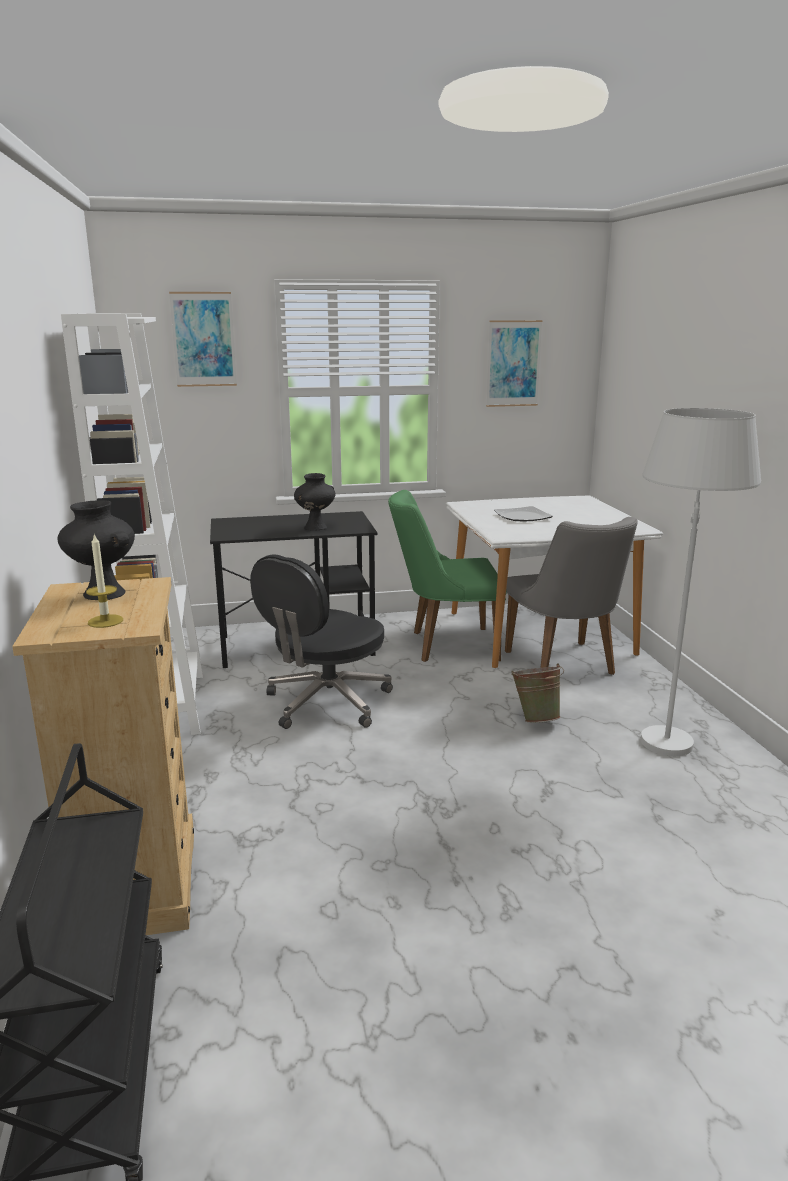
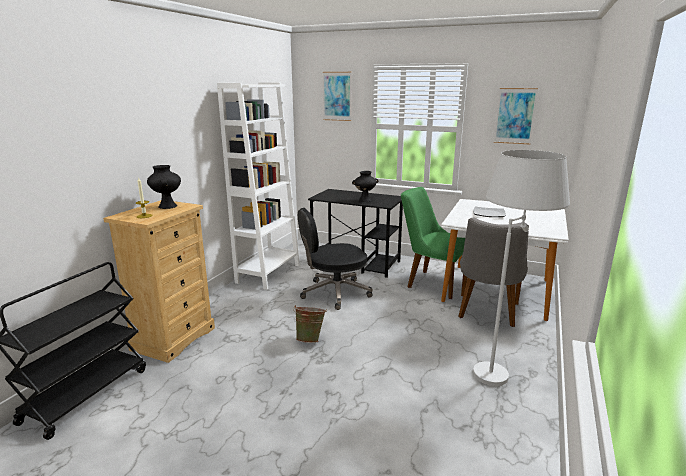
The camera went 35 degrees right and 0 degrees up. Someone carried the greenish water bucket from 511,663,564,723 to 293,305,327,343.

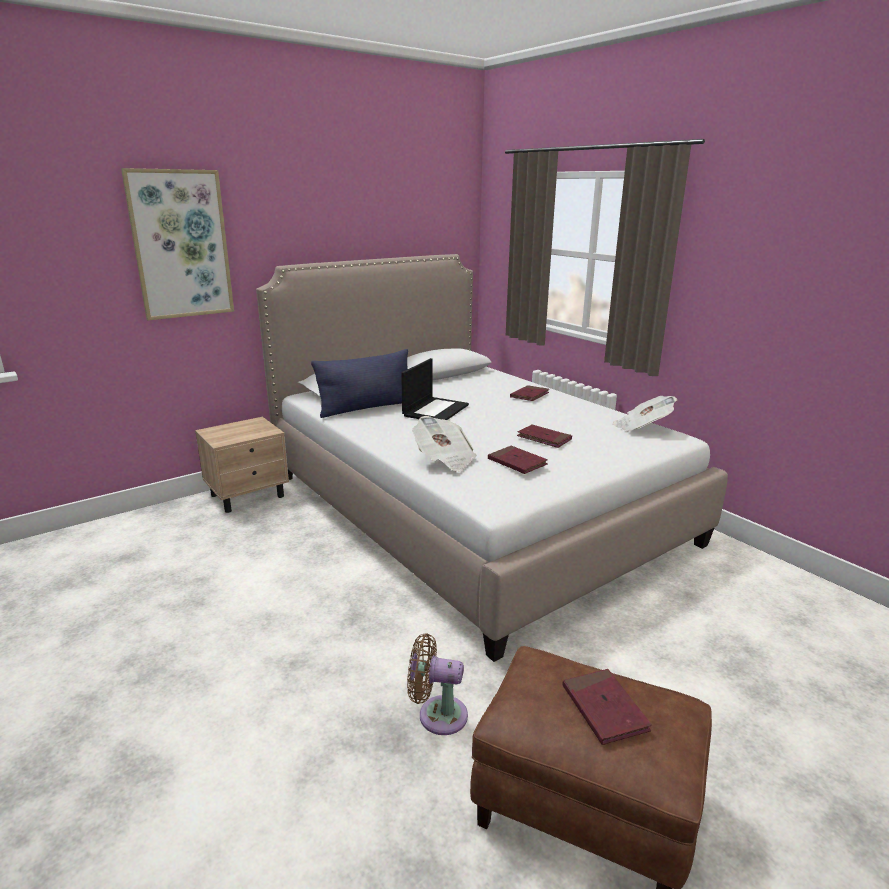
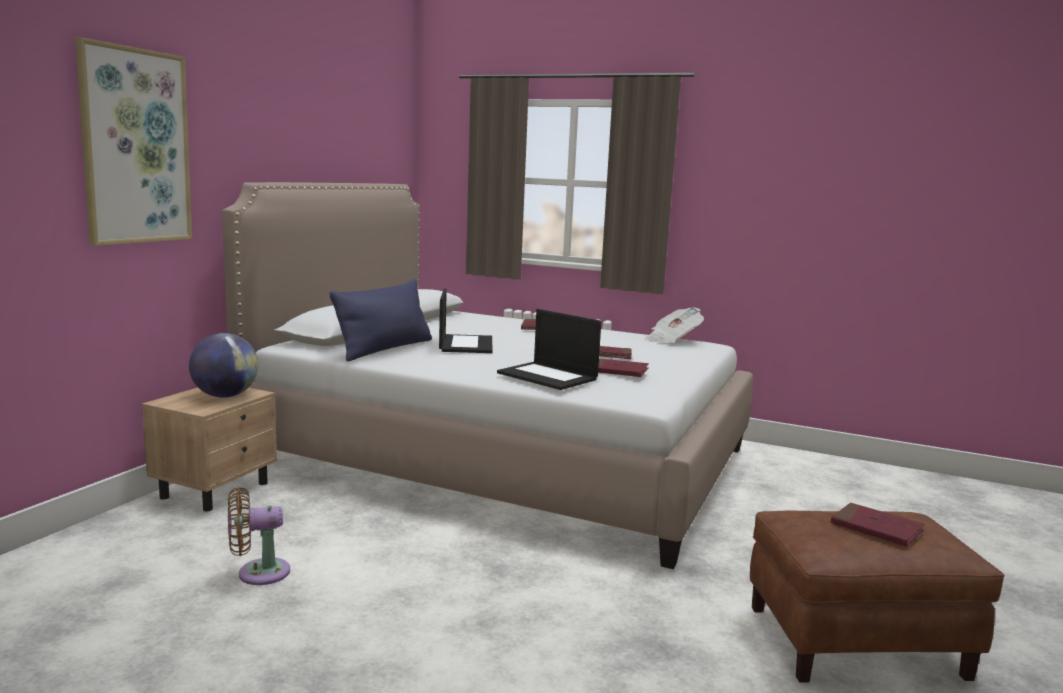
The camera went 30 degrees left and 10 degrees down. Someone swapped the daily paper at 412,416,477,472 for the laptop at 497,309,601,390. Someone carried the brownish electric fan from 407,633,468,735 to 228,487,290,585. Someone put down the globe at 189,333,258,398.

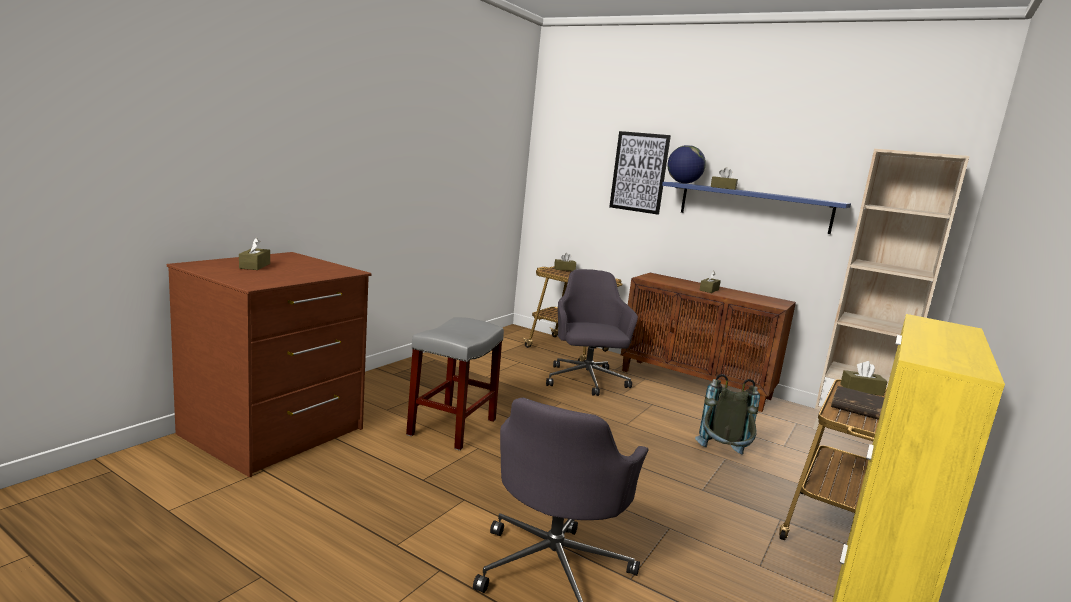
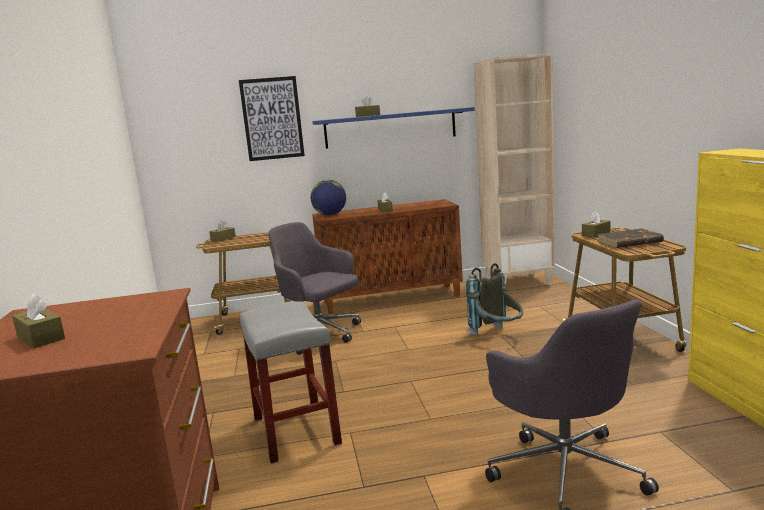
The camera went 40 degrees left and 0 degrees up. Someone carried the globe from 667,145,706,183 to 311,180,346,216.

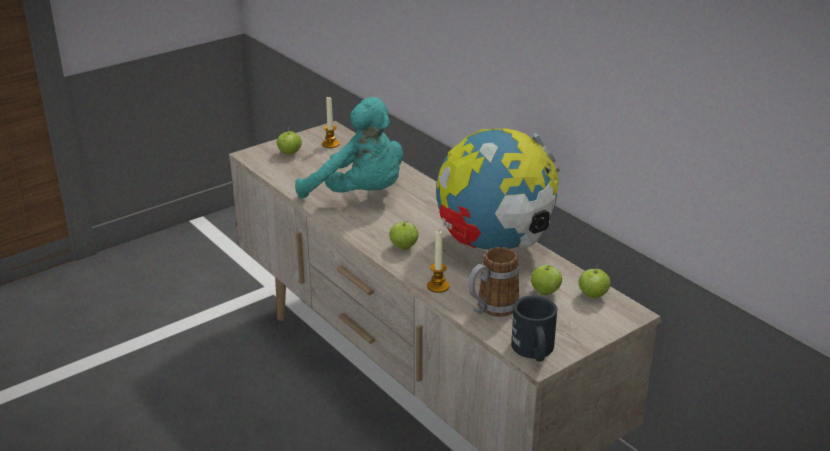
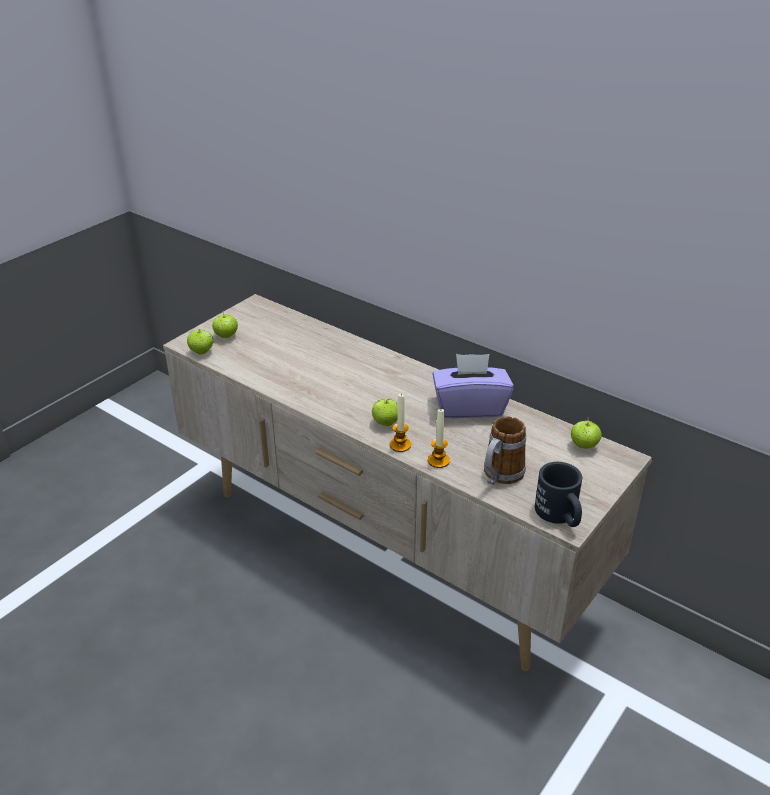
The camera went 15 degrees left and 5 degrees up. Someone took away the blue-green plush toy at 295,97,403,198. Someone carried the candle from 322,97,340,148 to 390,393,411,452. Someone swapped the globe at 436,128,560,251 for the purple tissue holder at 432,354,514,418. Someone carried the whole apple from 530,265,562,295 to 187,329,213,355.

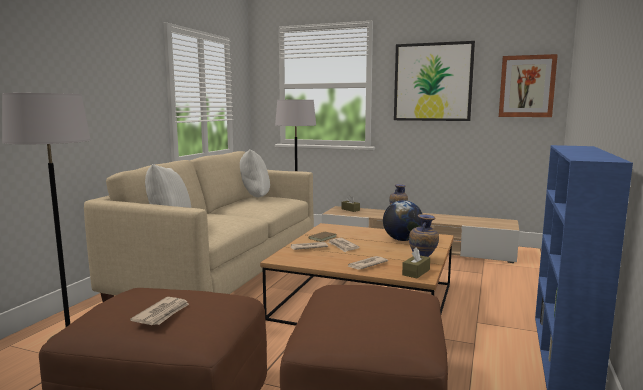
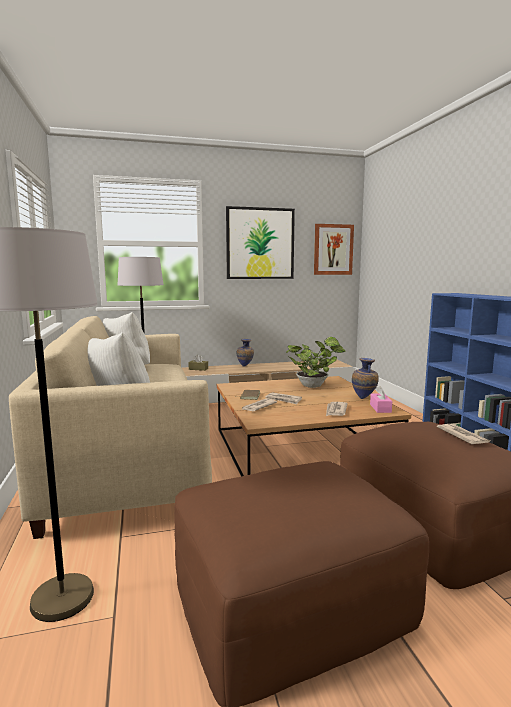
The camera went 35 degrees left and 0 degrees up. Someone swapped the globe at 383,200,423,241 for the houseplant at 286,337,346,388. Someone repainted the brownish tissue holder at 402,247,430,278, which became the pink tissue holder at 370,386,392,413. Someone carried the daily paper from 130,297,189,325 to 437,424,490,444.

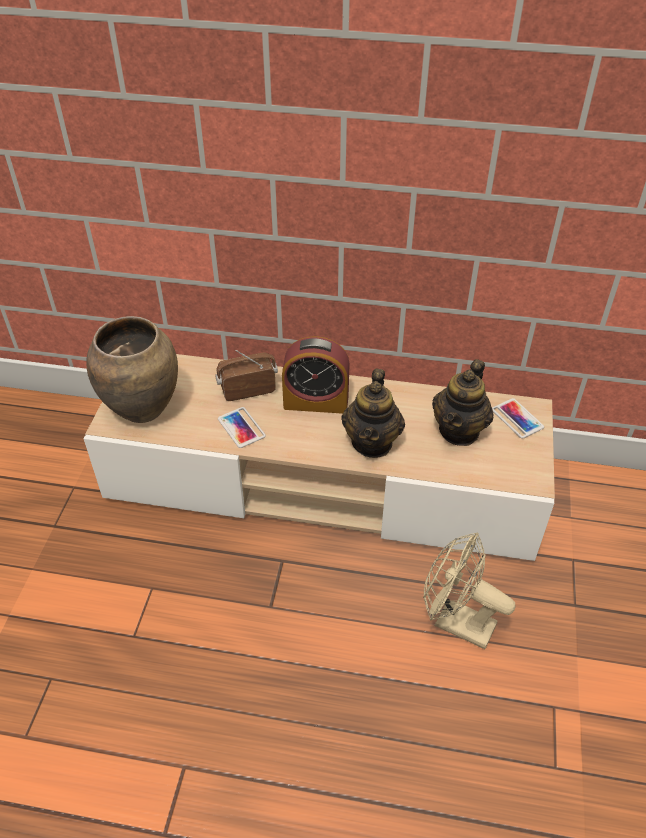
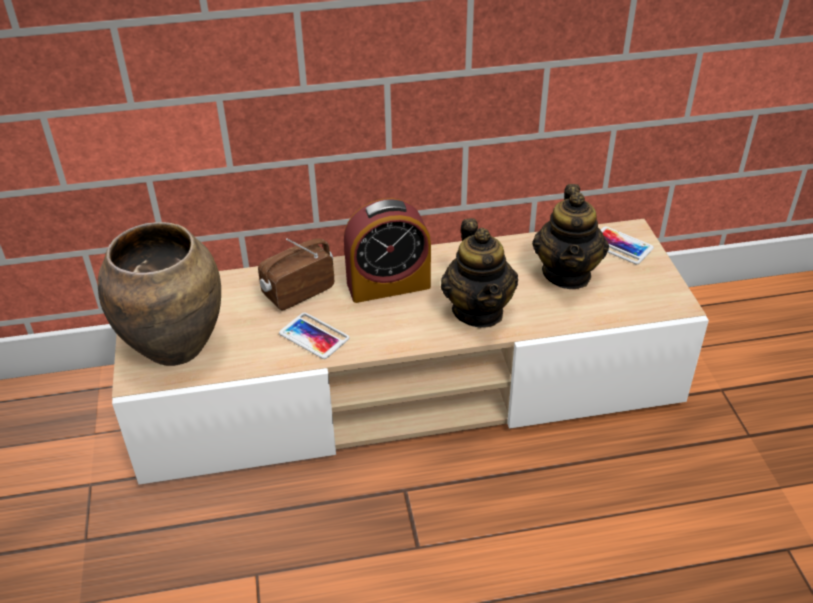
The camera went 20 degrees left and 5 degrees down. Someone took away the sand-coloured electric fan at 423,532,515,649.

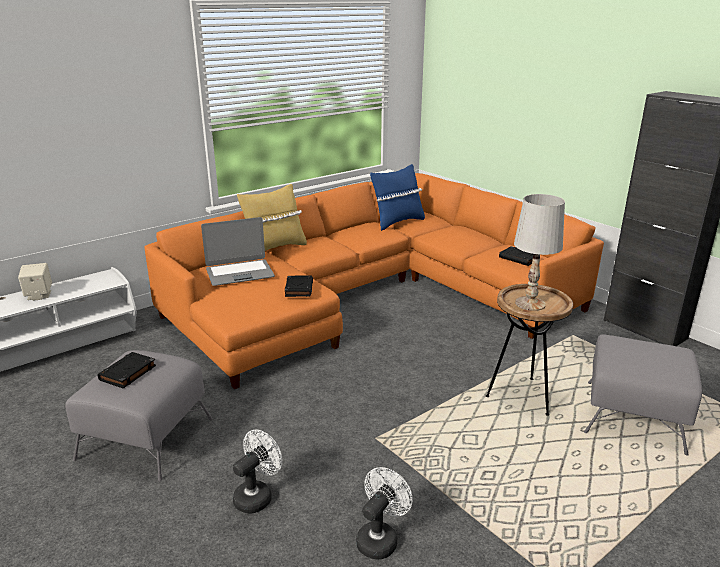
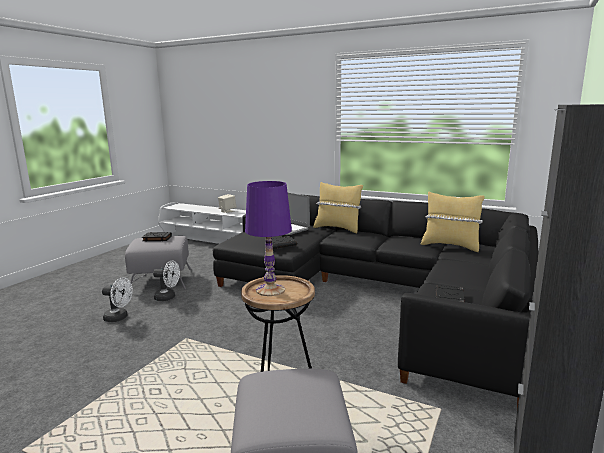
The camera went 65 degrees right and 10 degrees down. Someone repainted the blue pillow at 370,164,425,231, which became the yellow pillow at 420,192,485,252. Someone repainted the orangey sofa at 144,173,604,389, which became the black-coloured sofa at 213,194,539,409. Someone repainted the white lamp for a table at 514,194,565,311, which became the purple lamp for a table at 245,181,292,296. Someone carried the white electric fan from 356,467,413,559 to 153,260,180,301.

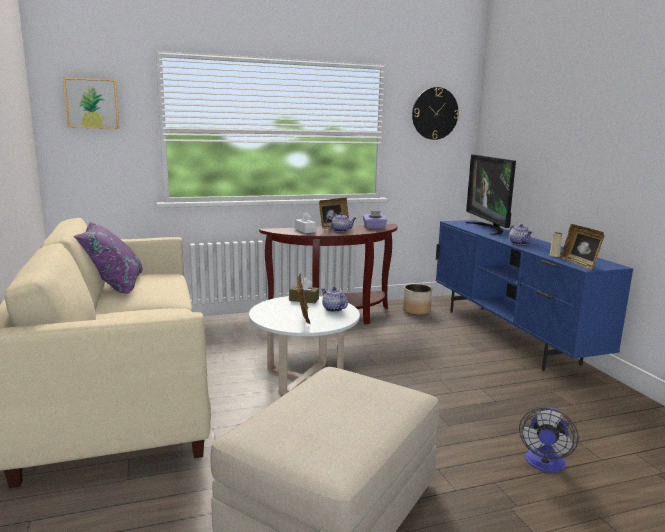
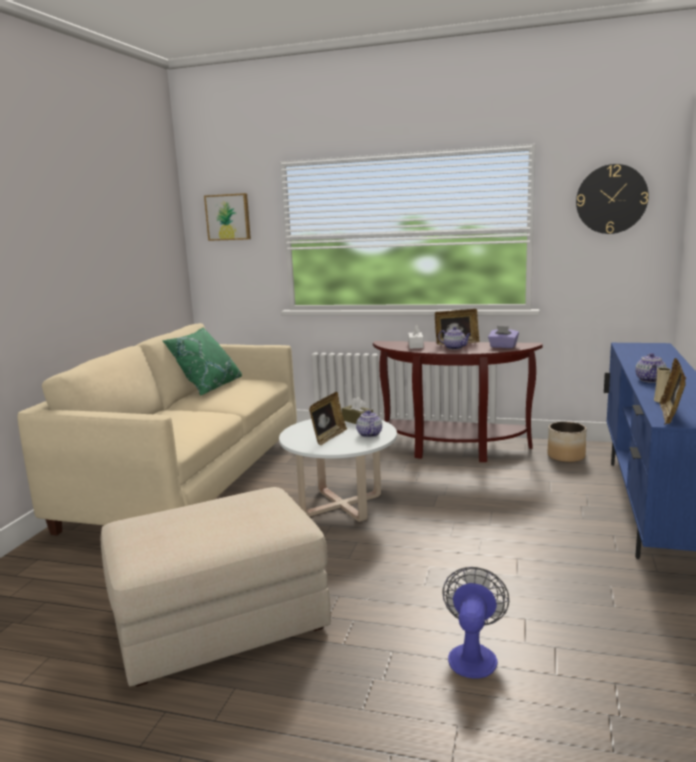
The camera went 35 degrees right and 0 degrees up. Someone took away the TV set at 465,154,516,235. Someone repainted the purple pillow at 73,222,143,294, which became the greenish pillow at 162,327,242,395. Someone rotated the electric fan at 519,408,579,473 by 135 degrees clockwise.

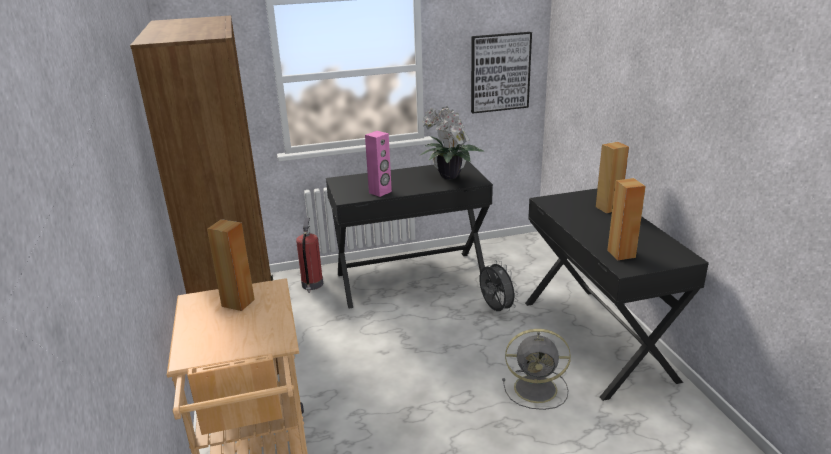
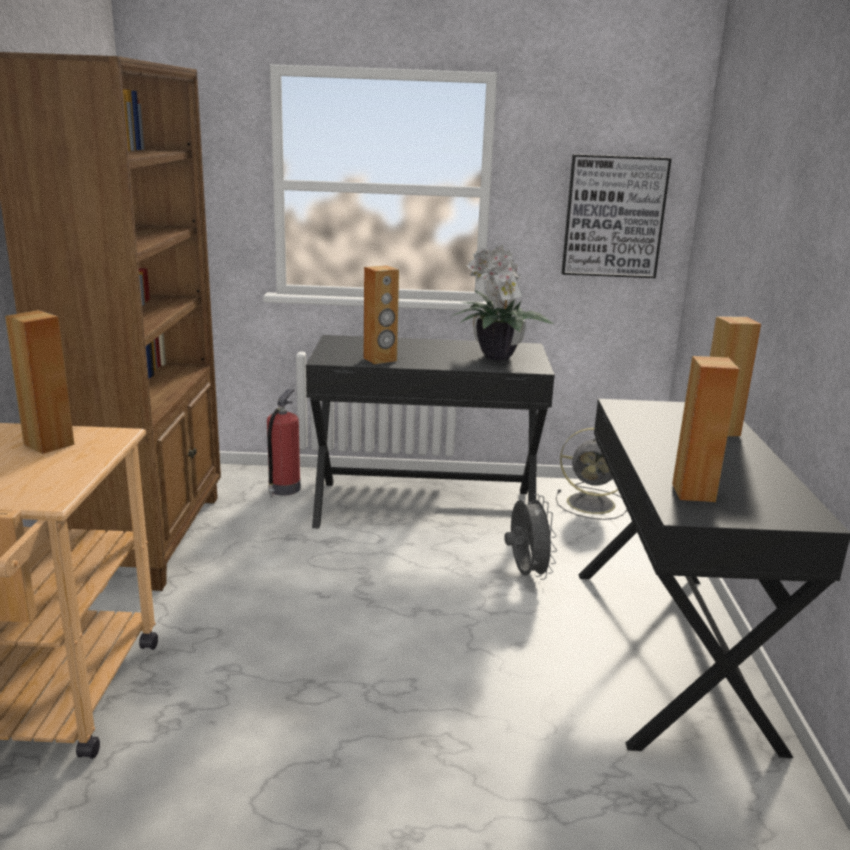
The camera went 15 degrees right and 5 degrees down. Someone repainted the pink speaker at 365,131,392,197, which became the brownish speaker at 364,265,399,364. Someone carried the gray electric fan from 502,329,571,410 to 556,428,627,520.

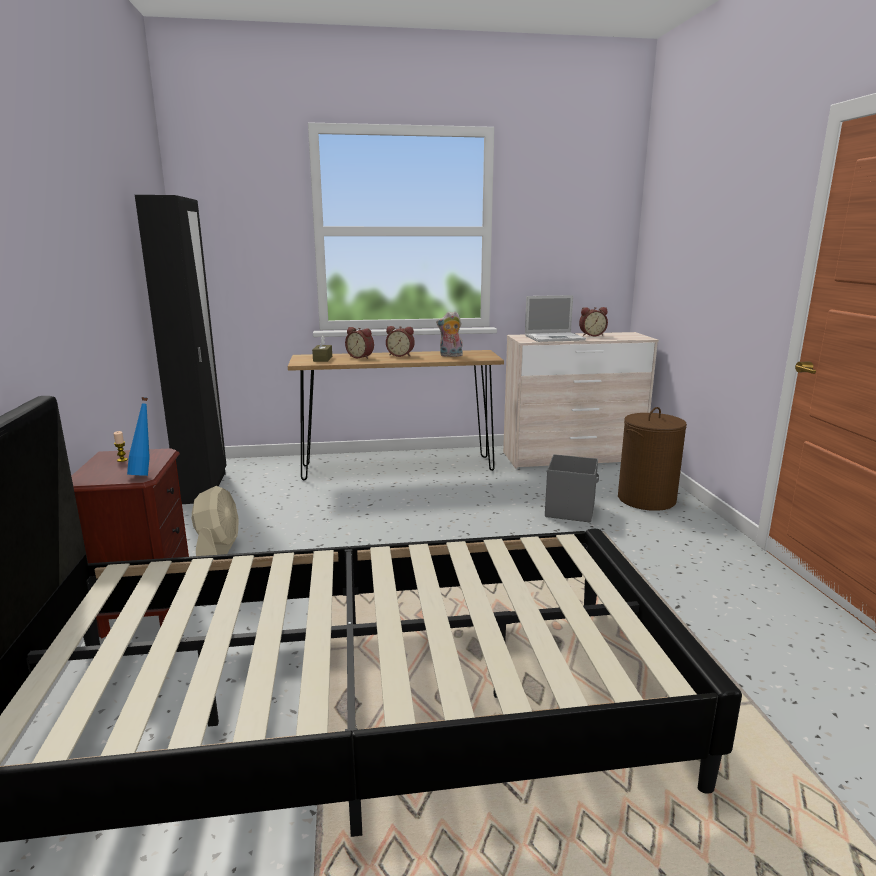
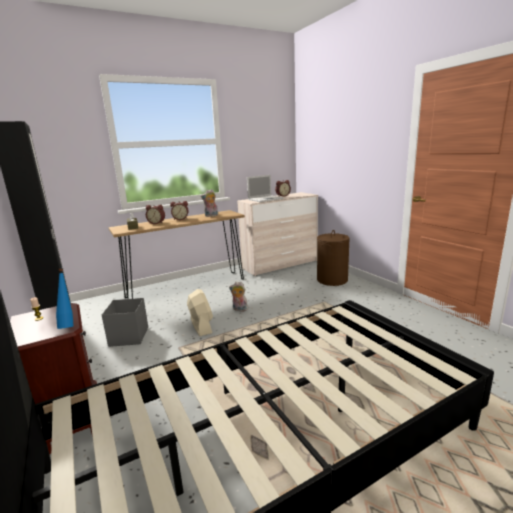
The camera went 20 degrees left and 0 degrees up. Someone carried the gray storage box from 545,454,599,522 to 102,298,148,347. Someone carried the sand-coloured electric fan from 191,486,239,556 to 187,289,213,336. Someone put down the plush toy at 229,281,248,312.

